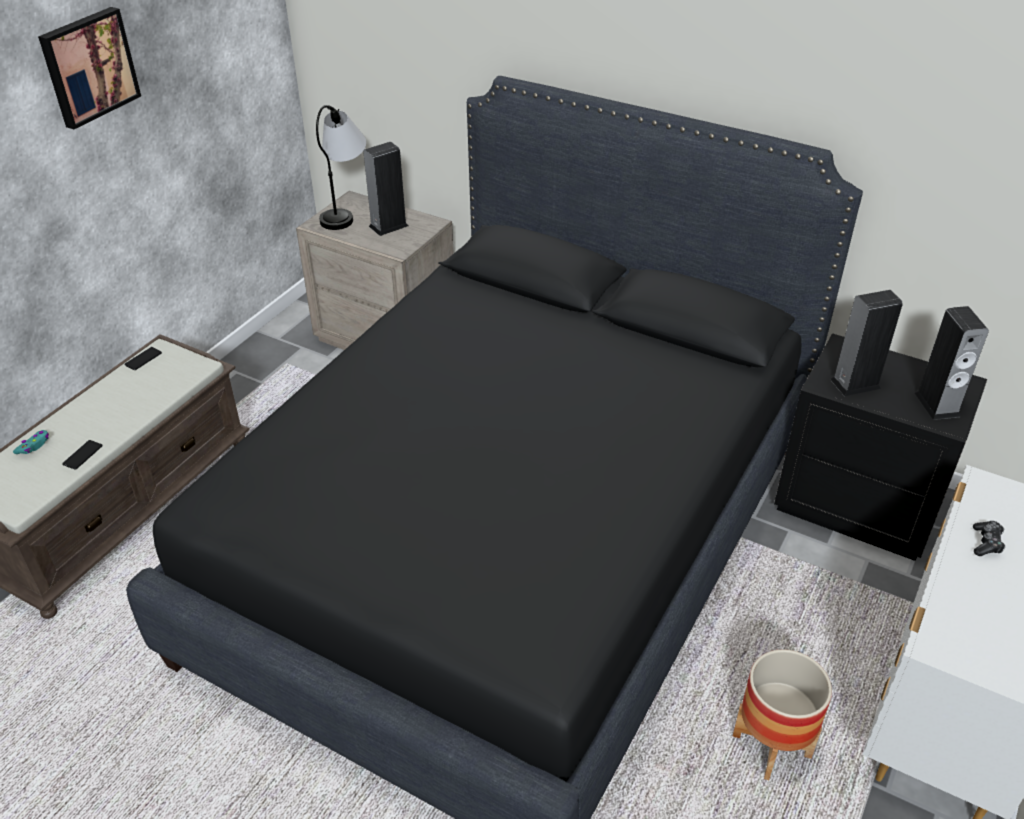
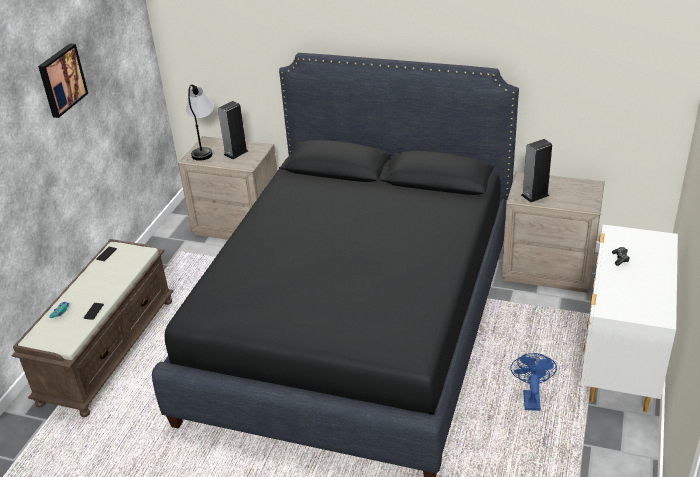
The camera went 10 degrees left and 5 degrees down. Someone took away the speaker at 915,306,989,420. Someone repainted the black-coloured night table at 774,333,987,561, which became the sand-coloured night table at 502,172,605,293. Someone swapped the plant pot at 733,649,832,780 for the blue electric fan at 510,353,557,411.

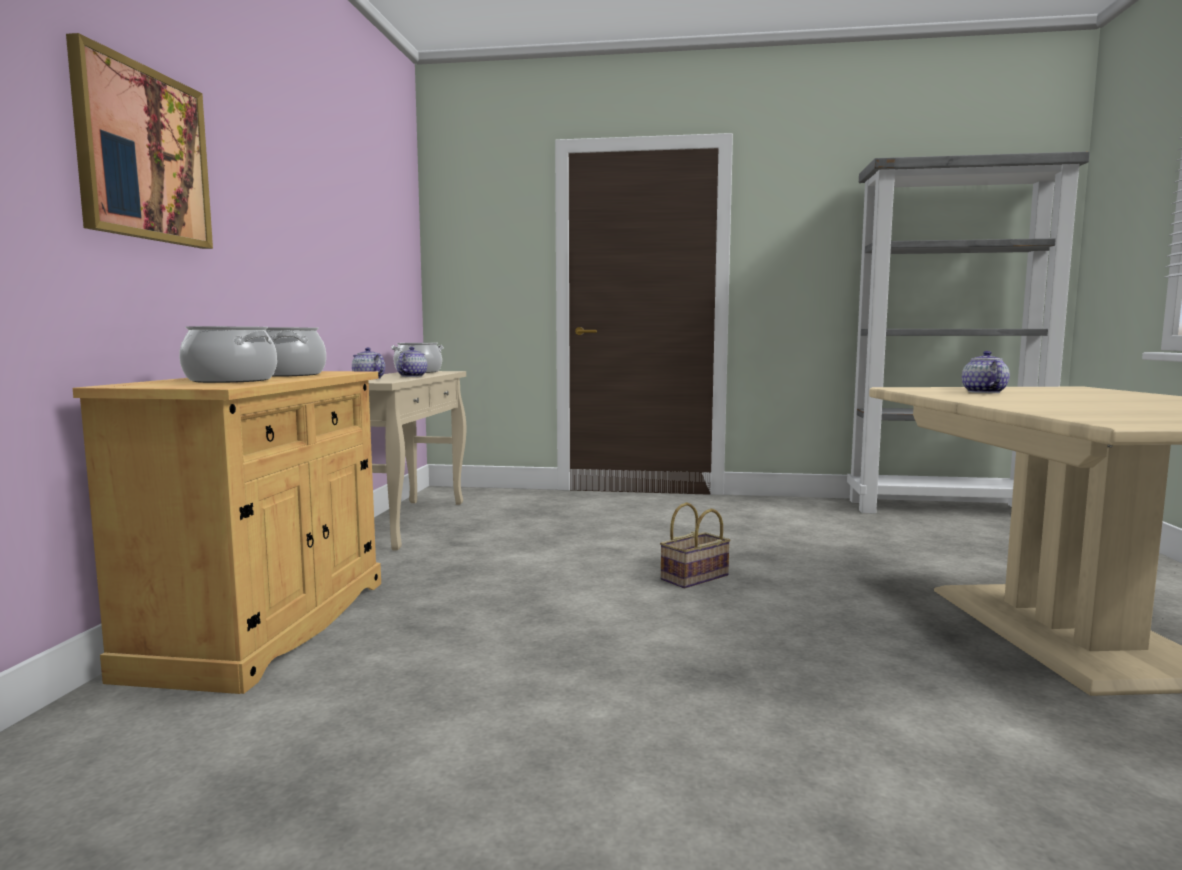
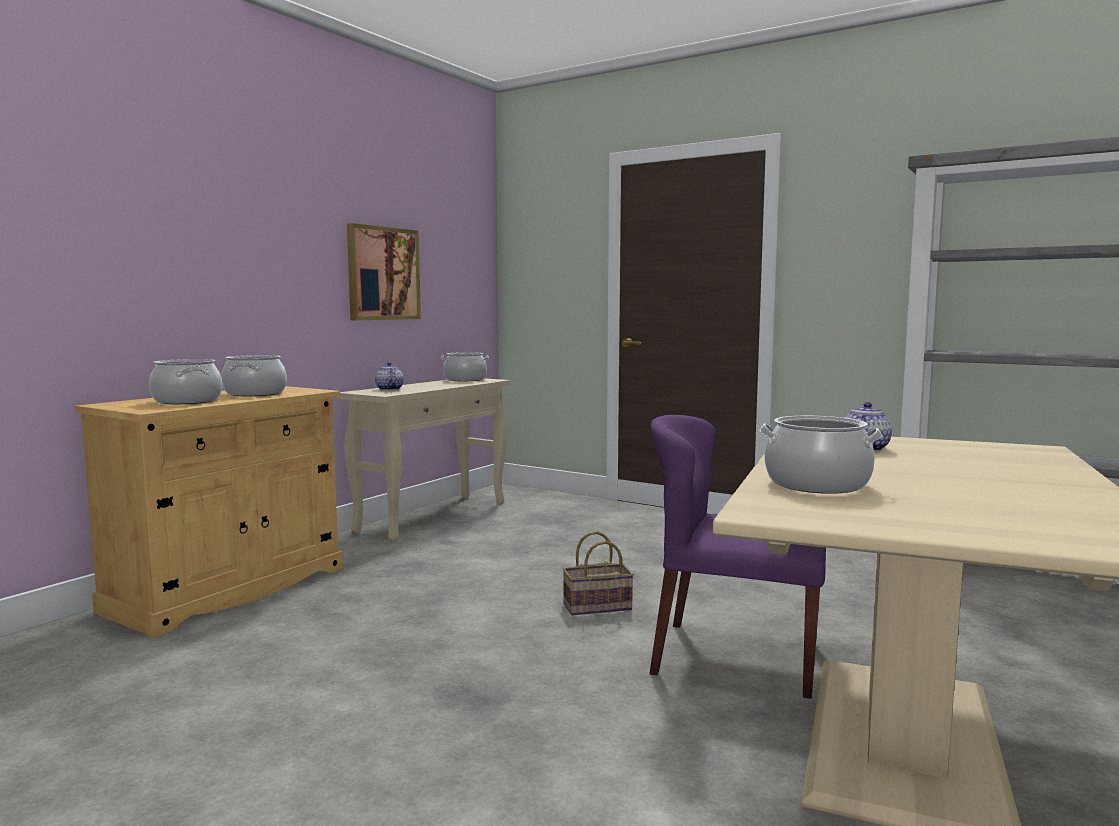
The camera went 25 degrees right and 0 degrees up. Someone carried the wall art from 66,33,213,249 to 347,223,421,320. Someone took away the pot for tea at 396,347,427,377. Someone put down the purple plain chair at 649,415,826,699. Someone put down the cooking pot at 760,416,882,494.

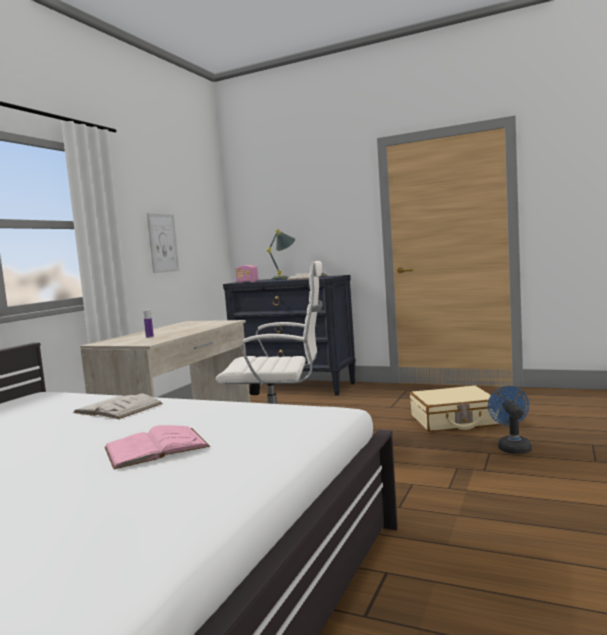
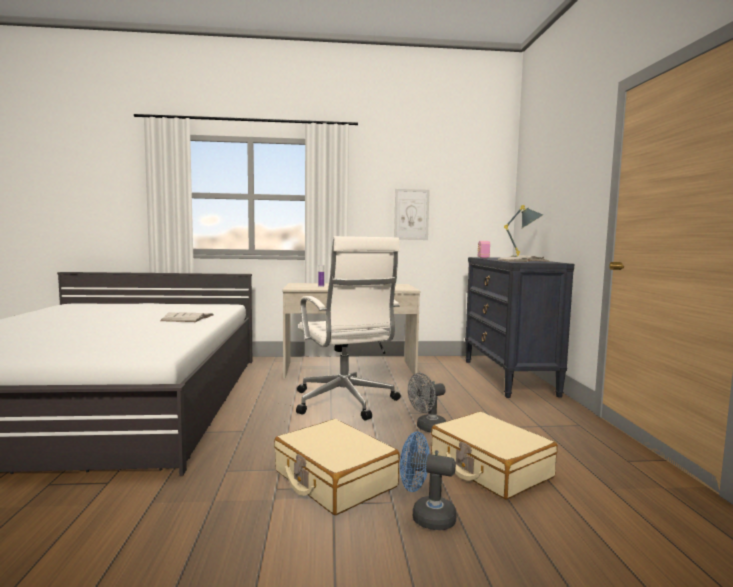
The camera went 60 degrees right and 0 degrees up. Someone rotated the blue electric fan at 488,386,532,454 by 135 degrees counterclockwise. Someone took away the pink book at 105,425,210,469. Someone put down the gray electric fan at 408,373,446,432. Someone put down the sand-coloured suitcase at 274,419,400,515.

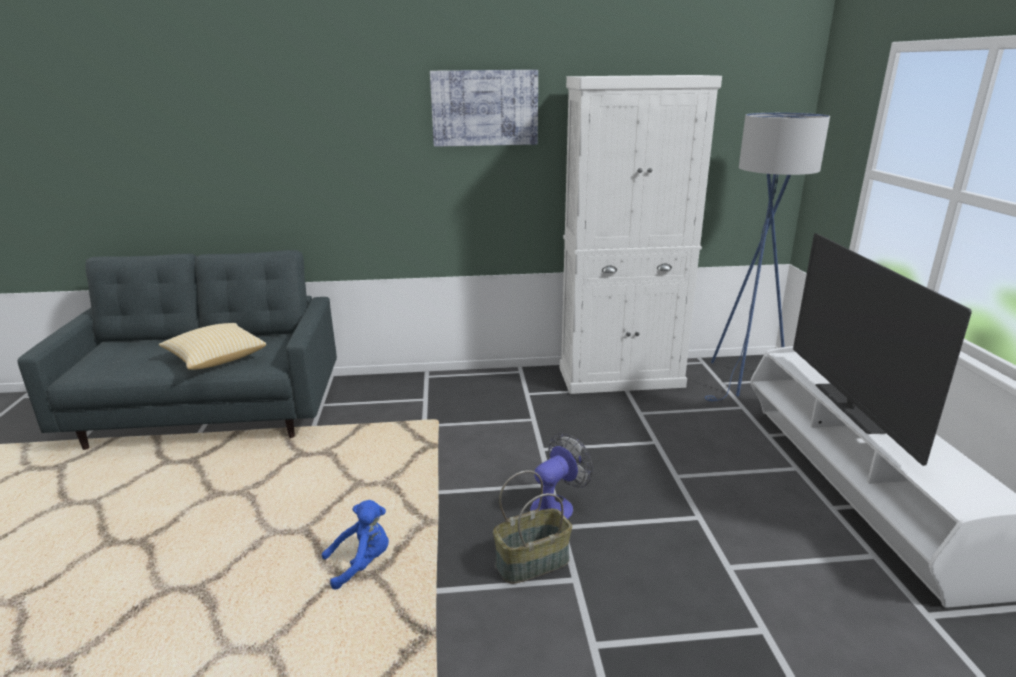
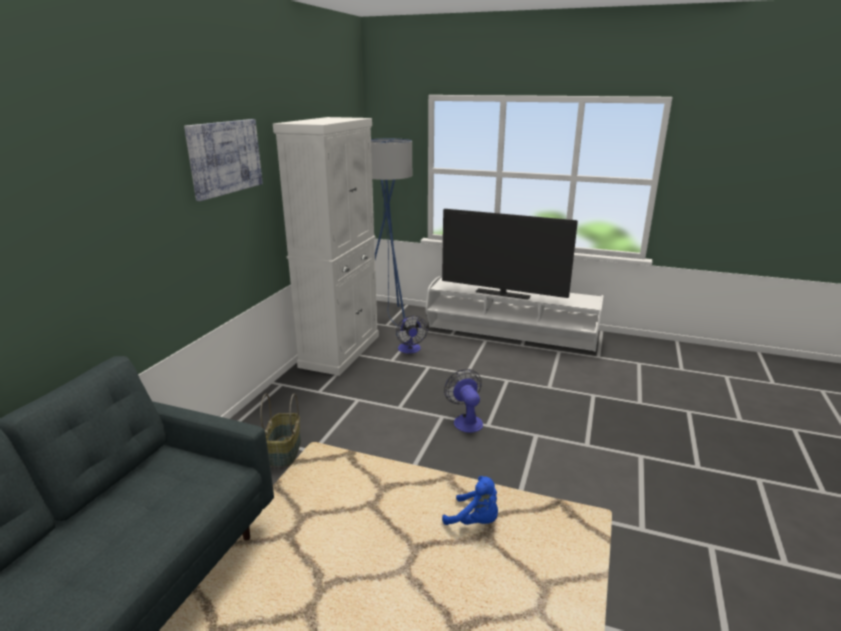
The camera went 65 degrees left and 0 degrees up. Someone took away the pillow at 159,323,266,370. Someone carried the basket from 493,470,572,584 to 260,394,301,467. Someone rotated the blue plush toy at 322,500,389,590 by 120 degrees clockwise. Someone put down the electric fan at 396,316,428,354.

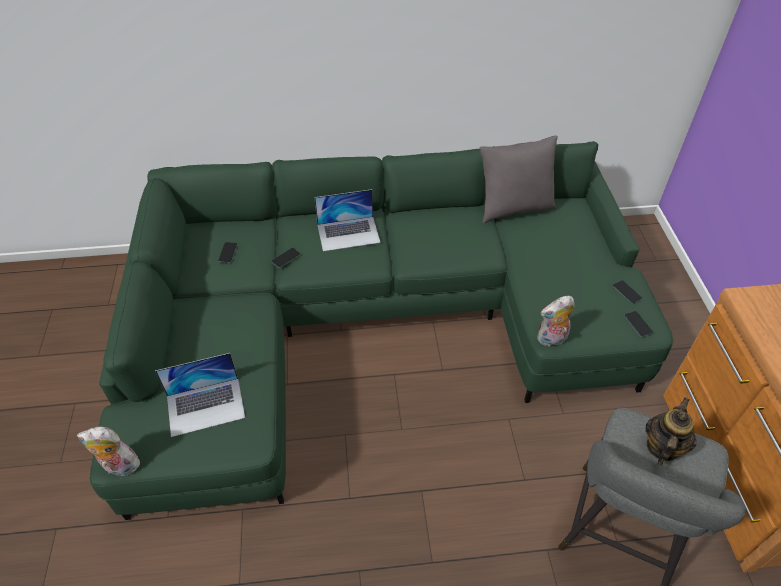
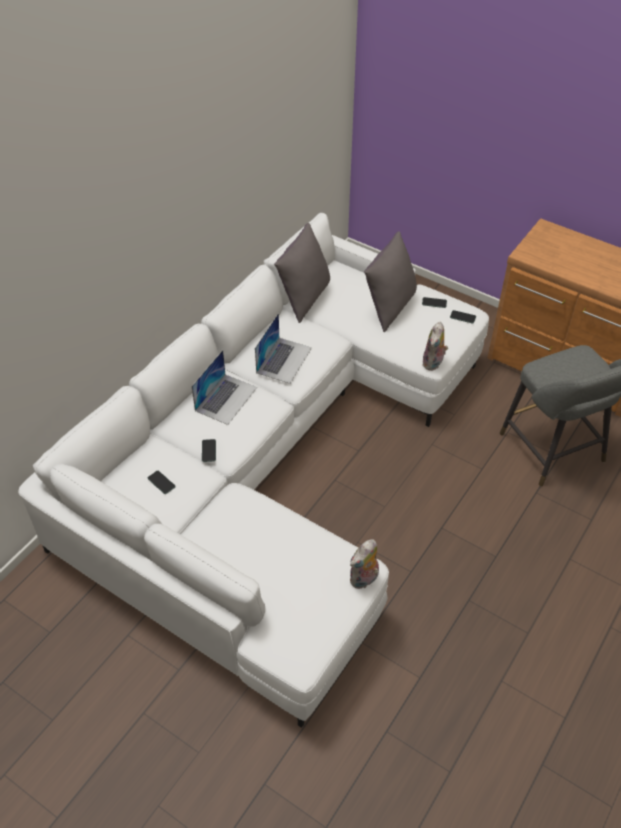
The camera went 50 degrees left and 0 degrees up. Someone repainted the greenish sofa at 90,141,673,520, which became the white sofa at 18,213,489,728. Someone carried the laptop from 155,353,245,437 to 255,313,312,384. Someone took away the pot for tea at 645,397,697,466. Someone carried the plush toy from 77,426,140,476 to 350,539,379,589. Someone put down the gray pillow at 364,231,417,332.

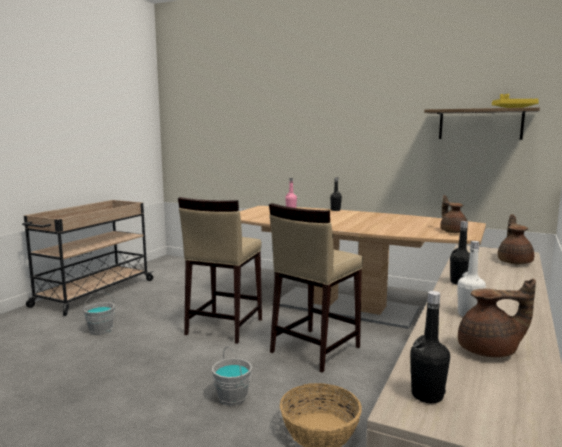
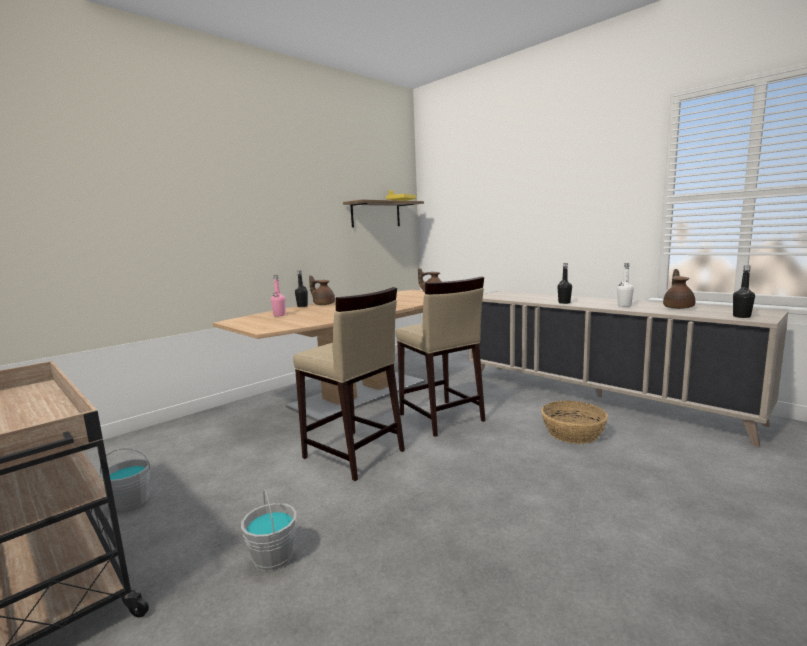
The camera went 70 degrees left and 0 degrees up. Someone carried the brownish pot for tea from 498,214,534,264 to 309,275,335,305. Someone carried the gray water bucket from 212,346,252,406 to 100,448,150,511.

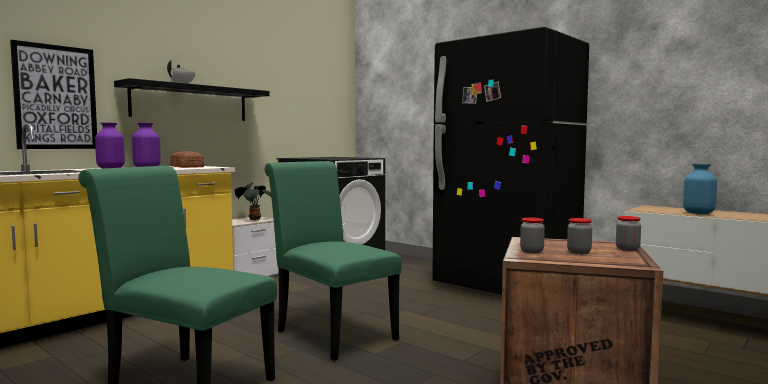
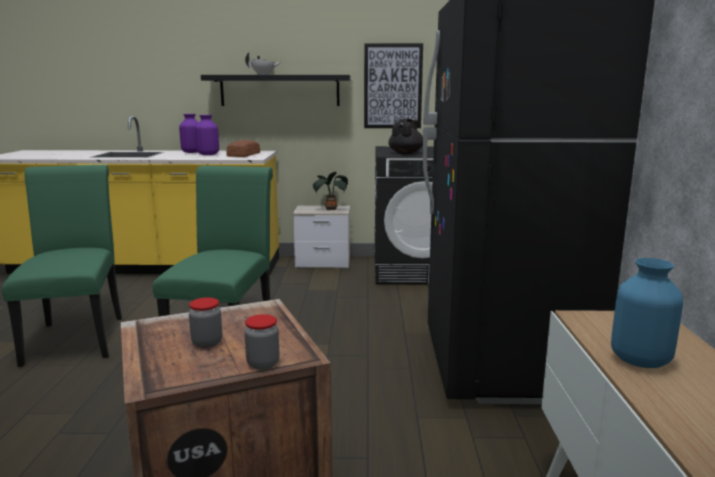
The camera went 50 degrees right and 10 degrees up. Someone carried the wall art from 10,40,97,149 to 364,43,423,128. Someone took away the preserve jar at 520,218,545,253. Someone put down the black-coloured pot for tea at 389,119,423,154.

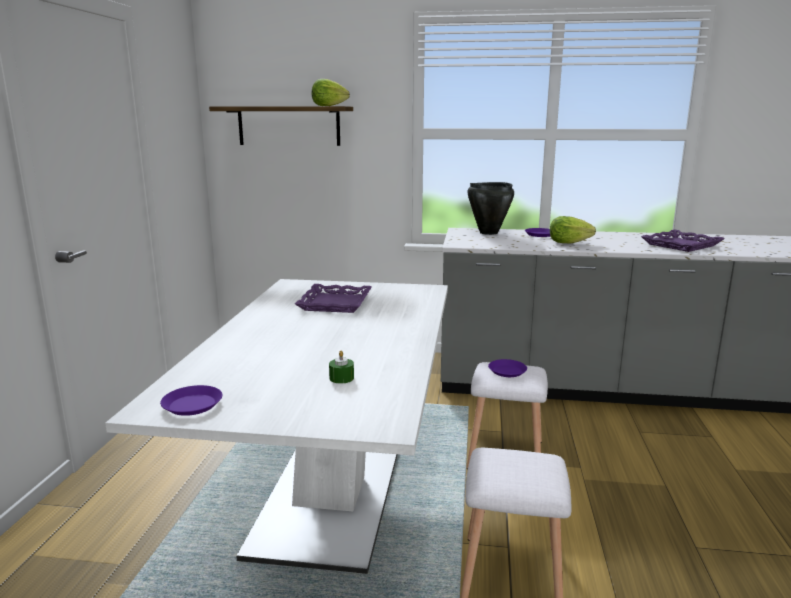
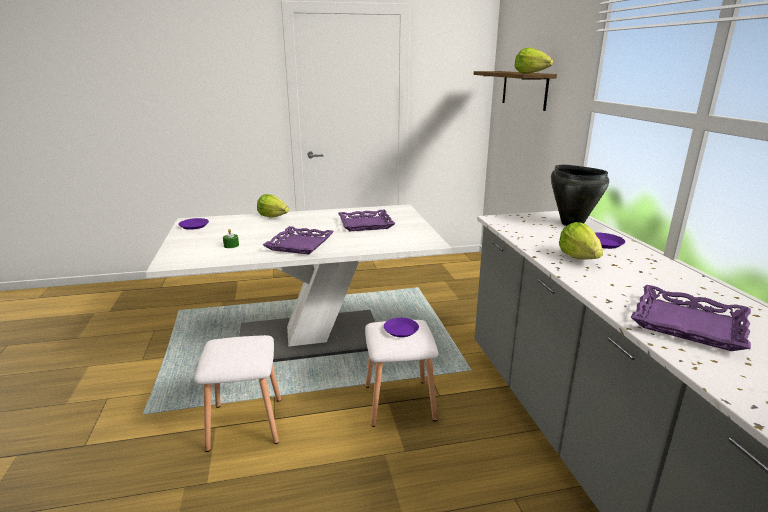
The camera went 70 degrees right and 5 degrees up. Someone put down the head of lettuce at 257,194,289,218. Someone put down the purple carrying tray at 263,226,334,254.

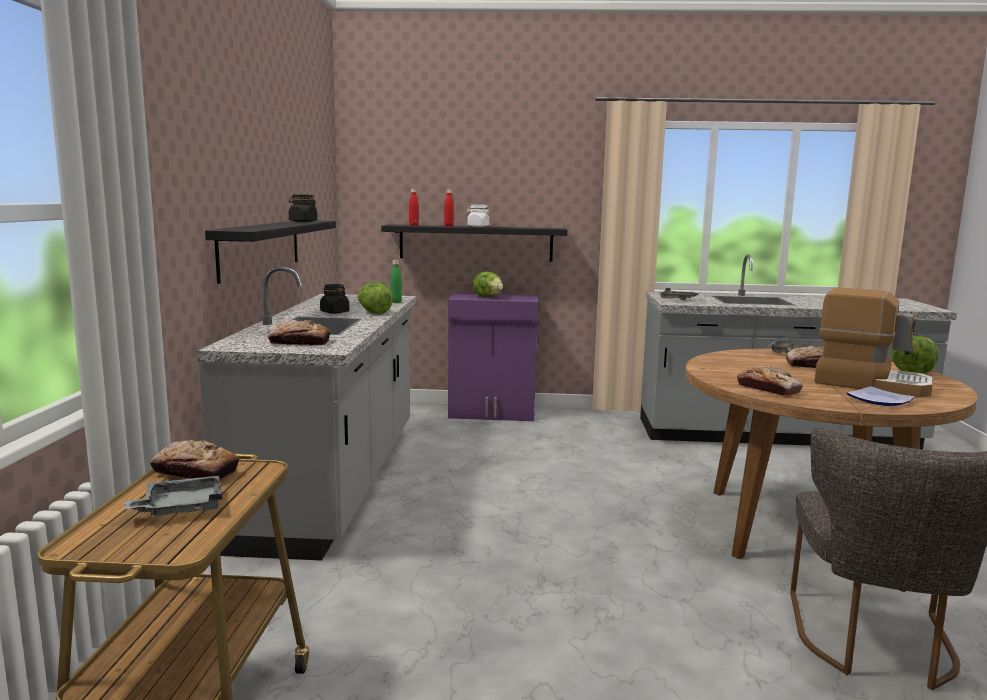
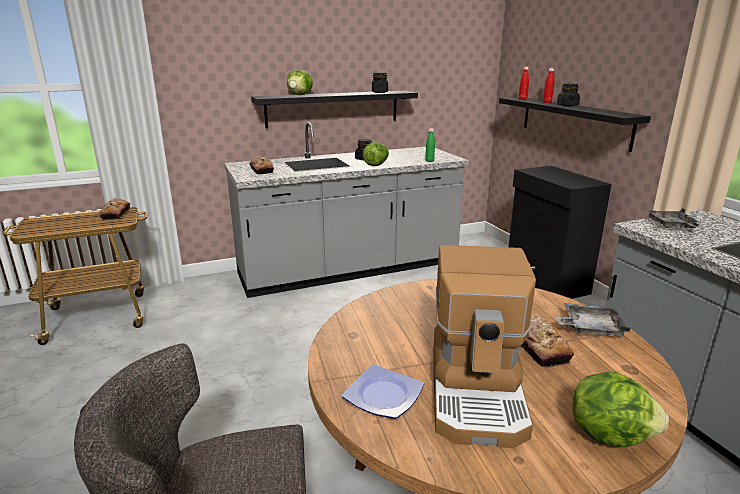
The camera went 65 degrees right and 10 degrees up. Someone repainted the white preserve jar at 467,205,490,227, which became the black-coloured preserve jar at 557,83,580,106. Someone carried the head of lettuce from 473,271,503,297 to 287,70,313,95. Someone repainted the purple cupboard at 448,293,538,421, which became the black-coloured cupboard at 509,166,612,299. Someone took away the bakery bread at 737,365,803,396. Someone took away the gray carrying tray at 124,476,223,516.

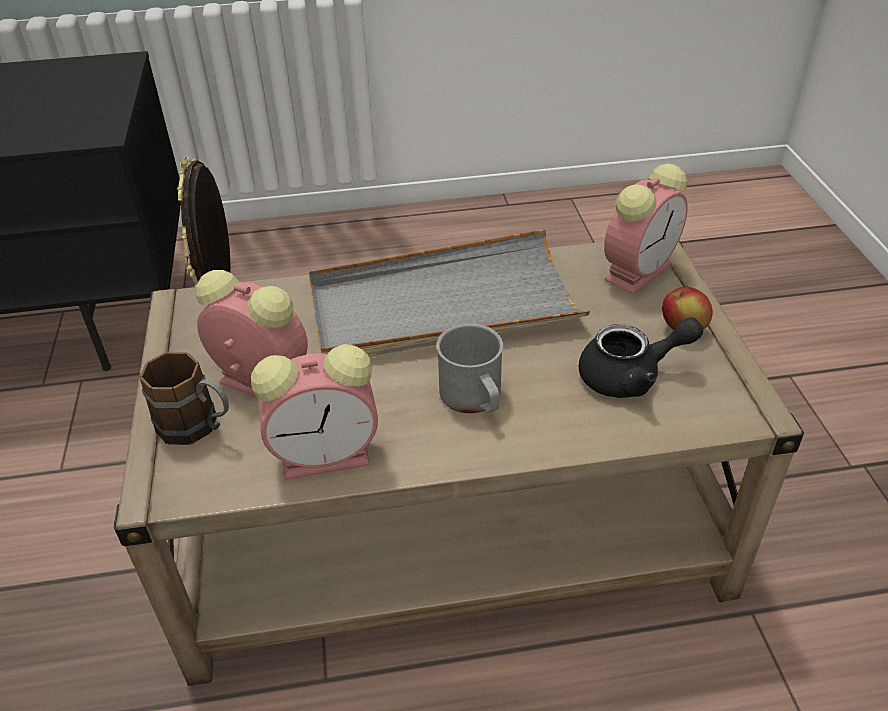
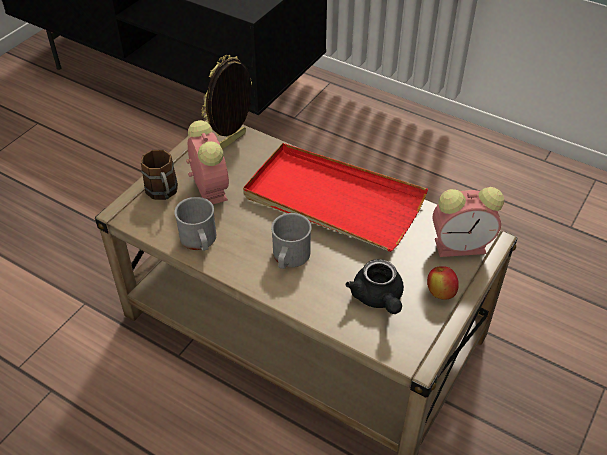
The camera went 40 degrees right and 5 degrees up. Someone repainted the gray carrying tray at 308,229,590,358, which became the reddish carrying tray at 243,143,428,252. Someone rotated the black-coloured pot for tea at 579,317,703,398 by 45 degrees clockwise. Someone swapped the table clock at 251,344,378,480 for the gray tea mug at 174,197,216,251.

